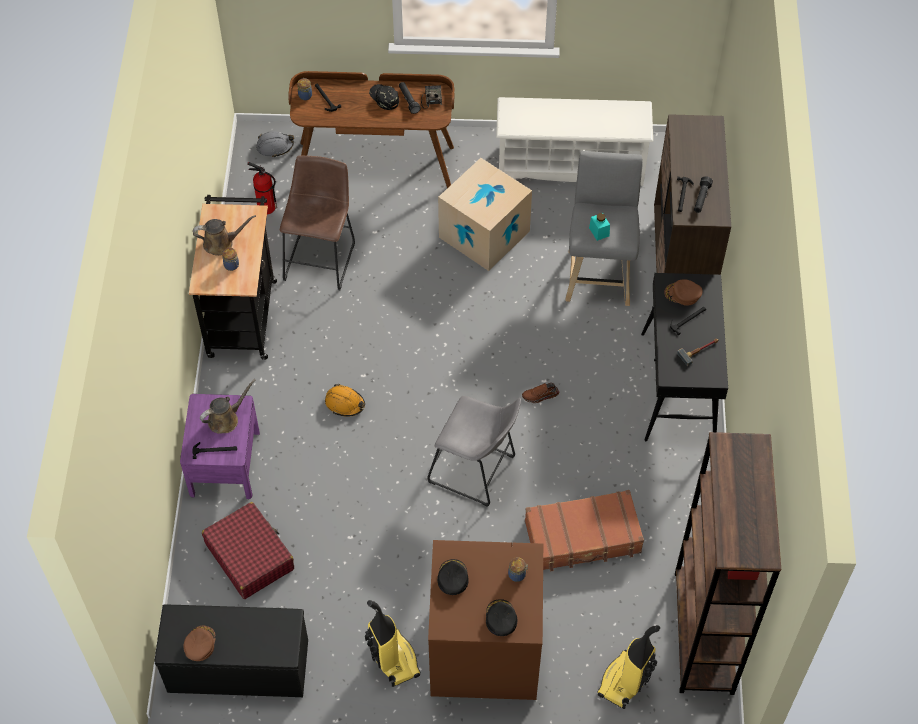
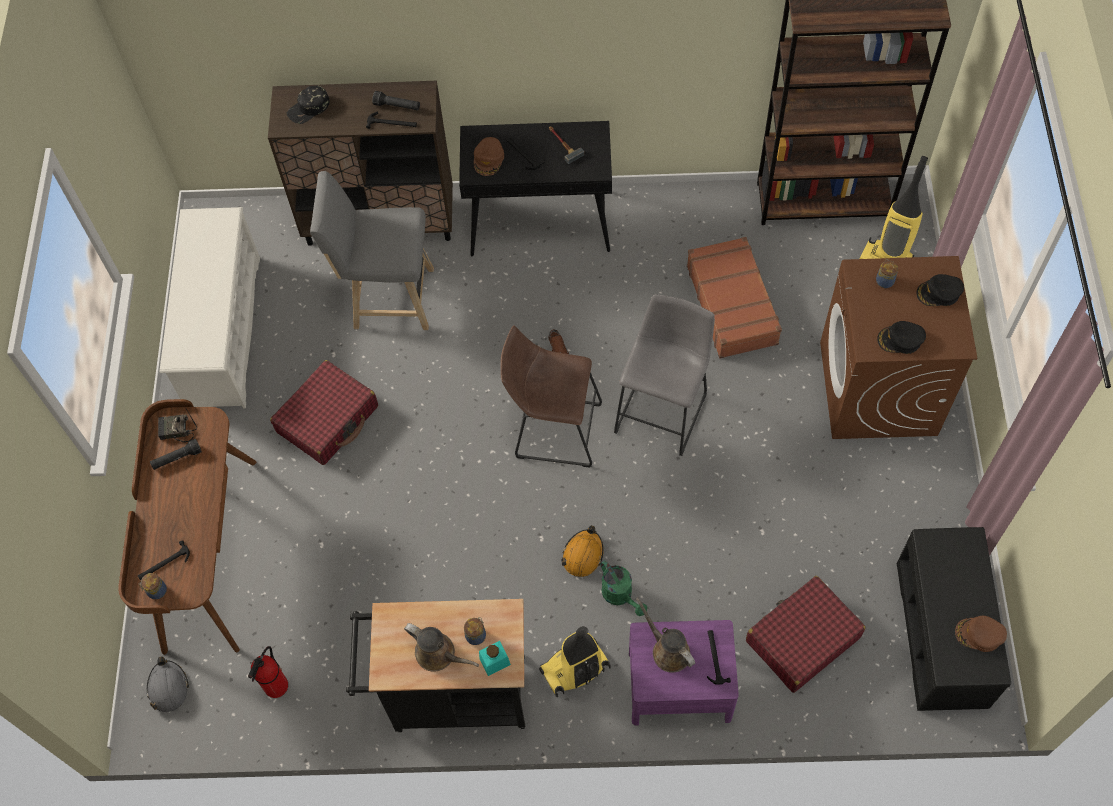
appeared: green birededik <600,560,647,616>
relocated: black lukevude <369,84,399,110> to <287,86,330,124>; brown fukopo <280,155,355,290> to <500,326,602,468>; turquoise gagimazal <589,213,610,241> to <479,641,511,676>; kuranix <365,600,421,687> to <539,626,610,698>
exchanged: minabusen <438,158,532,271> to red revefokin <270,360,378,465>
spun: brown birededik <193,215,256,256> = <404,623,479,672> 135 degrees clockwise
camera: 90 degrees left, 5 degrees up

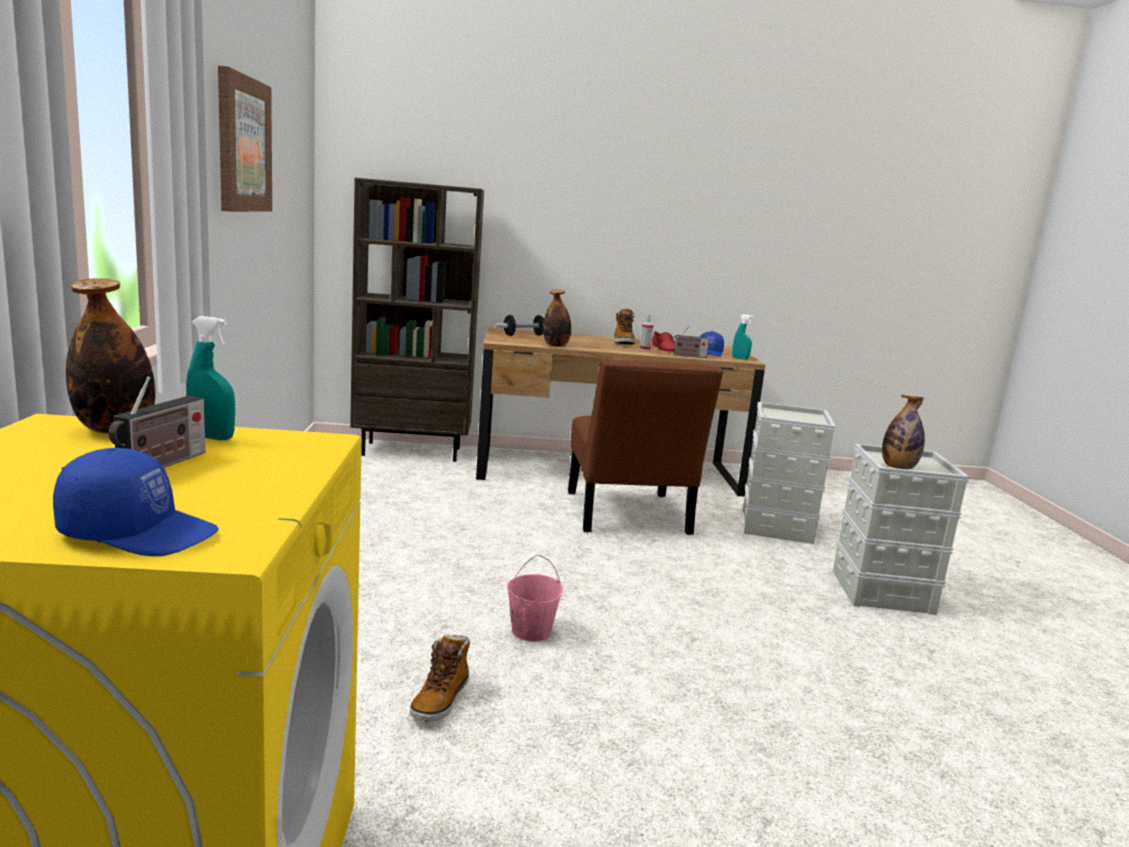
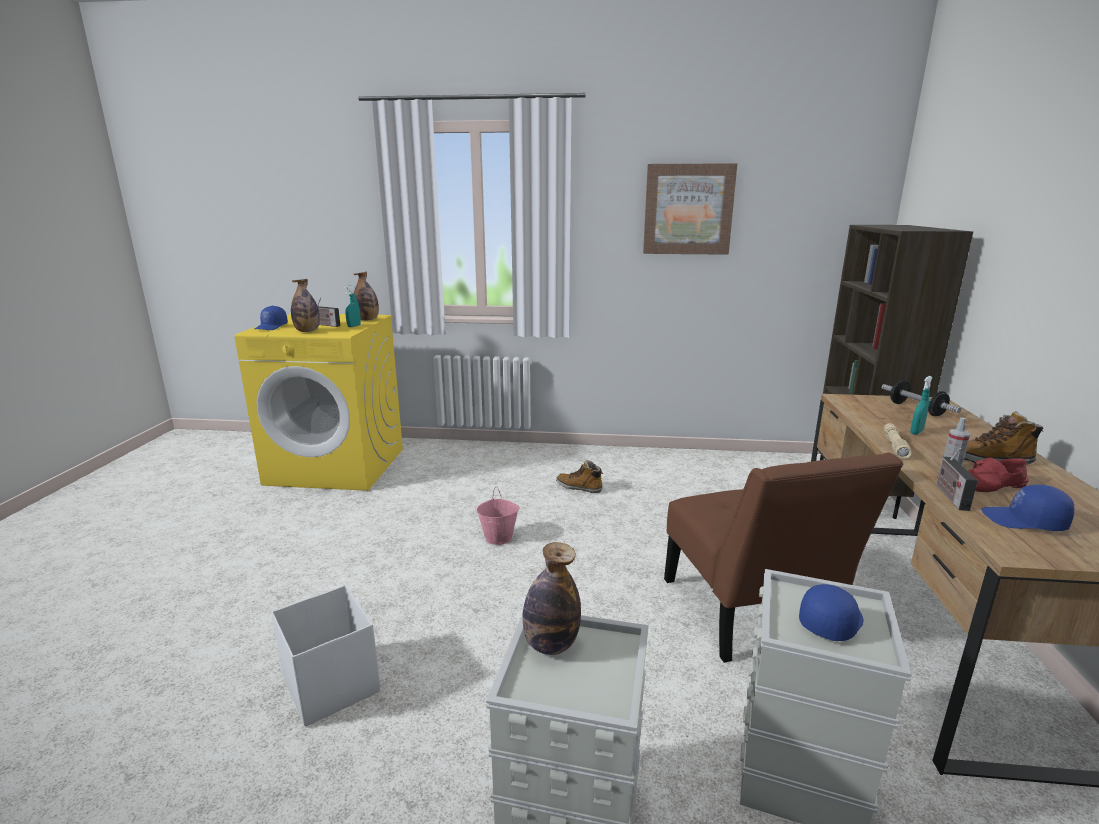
appeared: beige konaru <884,423,912,459>; blue lukevude <799,584,863,641>; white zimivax <271,585,381,727>
relocated: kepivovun <543,289,571,347> to <291,279,320,332>; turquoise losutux <732,314,754,360> to <910,376,932,435>; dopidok <410,635,470,722> to <556,460,603,493>
spun: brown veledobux <568,359,724,535> = <664,453,904,663> 105 degrees counterclockwise
camera: 100 degrees right, 5 degrees up

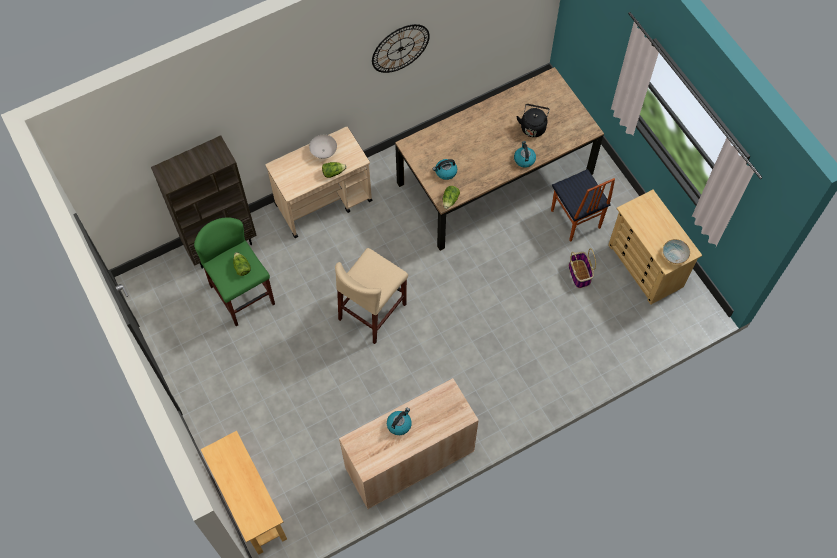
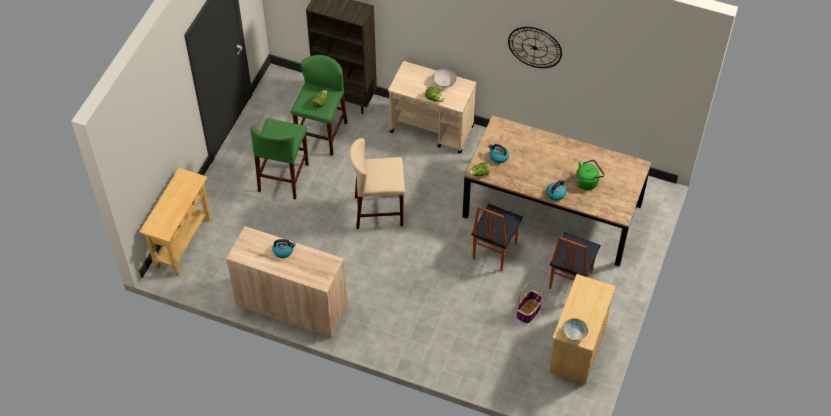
appeared: green fukopo <250,118,309,200>; veledobux <471,204,523,271>
colour: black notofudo <516,104,550,137> to green notofudo <575,160,605,190>
camera: 50 degrees right, 10 degrees down

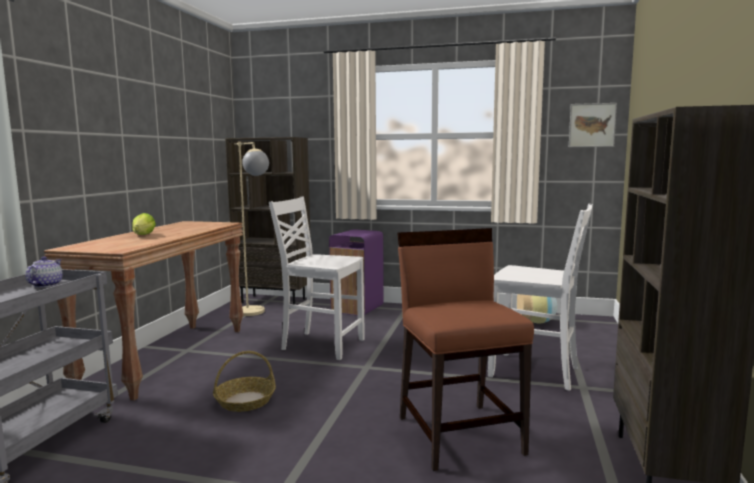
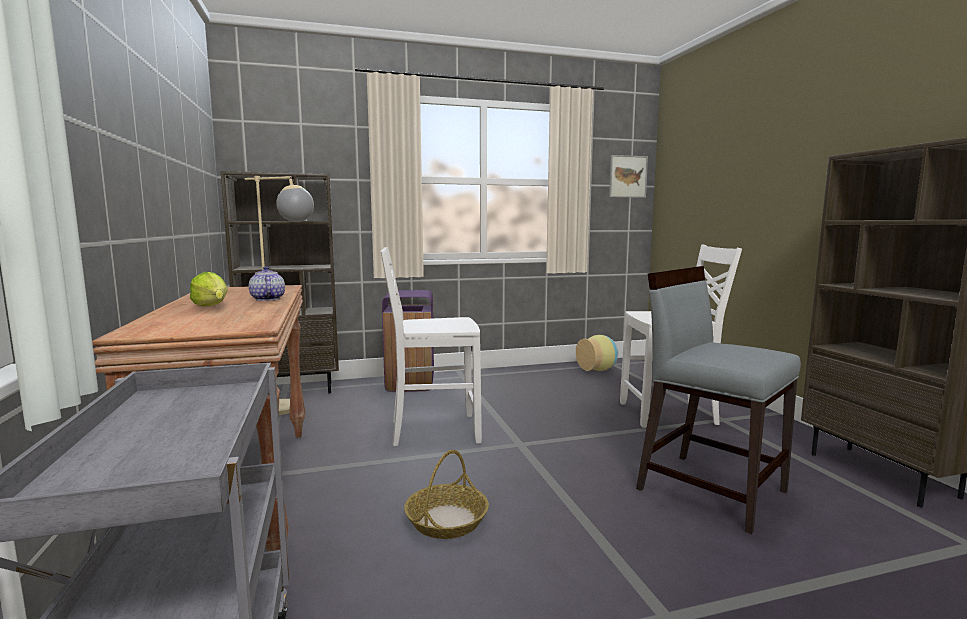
relocated: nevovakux <25,256,63,288> to <249,266,285,301>
colour: brown veledobux <397,228,534,471> to grey veledobux <636,266,801,534>
camera: 30 degrees left, 0 degrees up

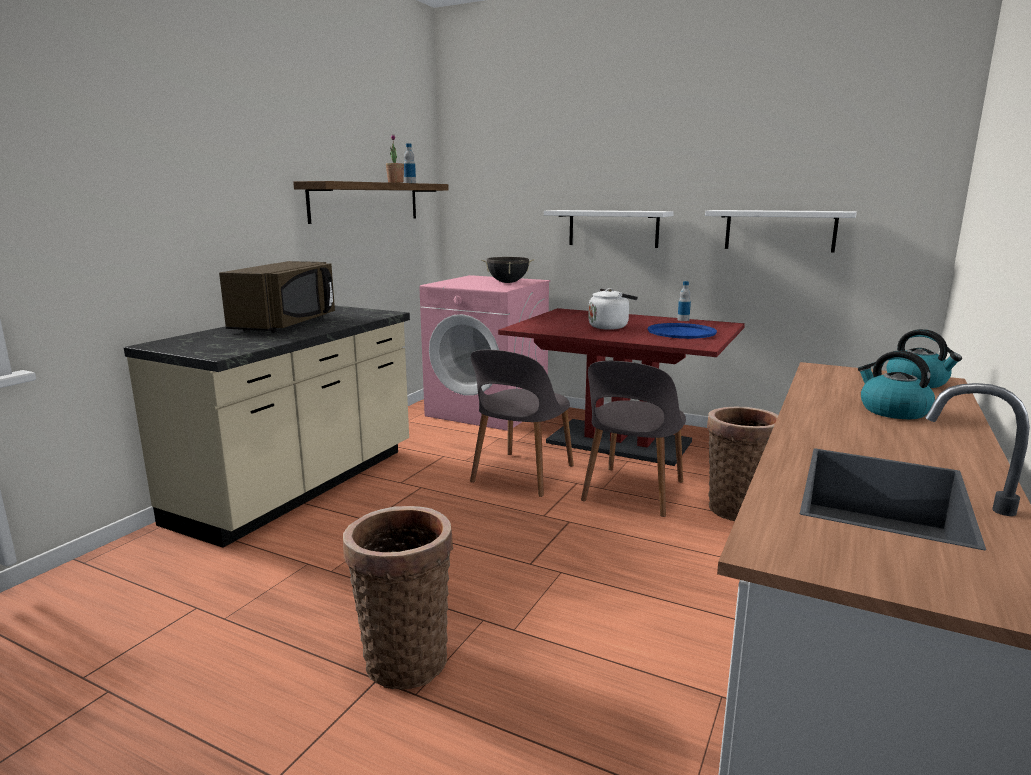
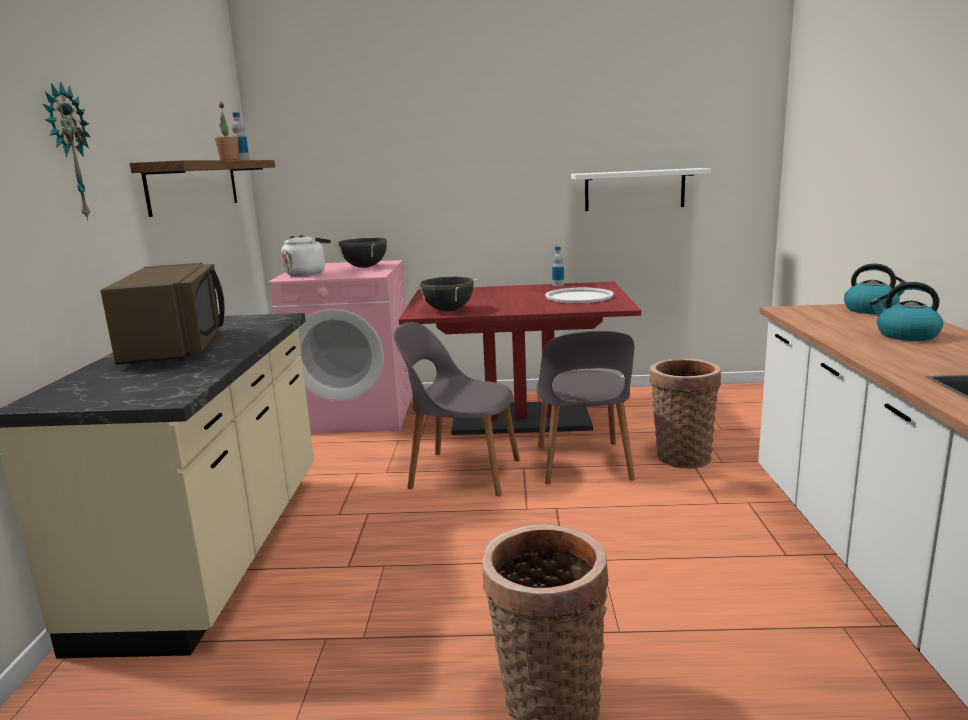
missing: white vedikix <544,210,674,248>
appeared: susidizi <43,82,91,220>; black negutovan <414,277,478,312>
relocated: white notofudo <588,288,638,330> to <282,234,331,276>
colour: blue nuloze <648,323,717,339> to white nuloze <545,288,614,303>
spun: grey veledobux <470,350,574,497> = <393,322,520,496> 105 degrees clockwise
camera: 25 degrees left, 0 degrees up

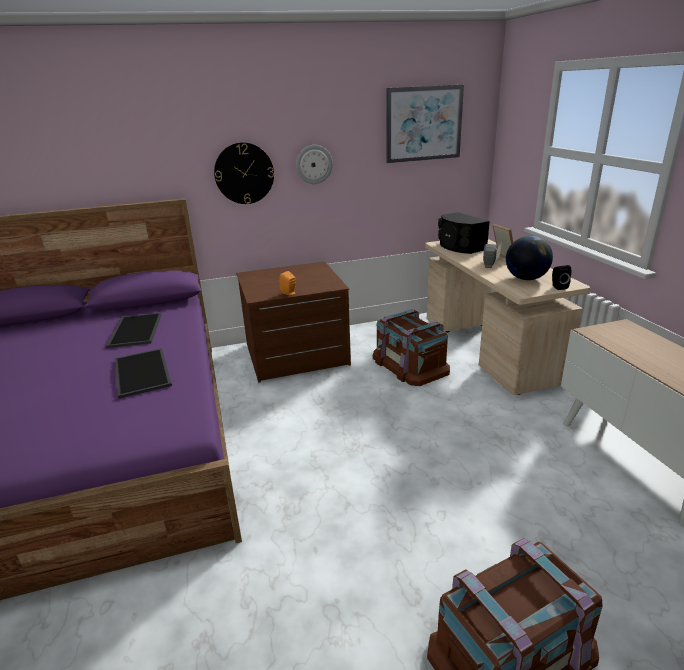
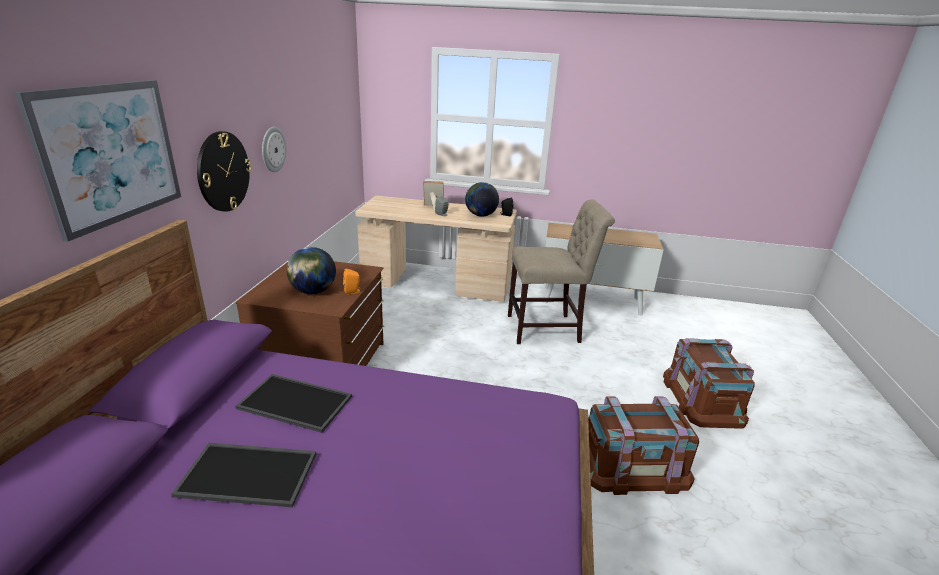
missing: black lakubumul <438,212,490,254>
appeared: beige veledobux <508,200,615,344>; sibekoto <286,247,336,294>
relocated: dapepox <387,85,464,163> to <14,80,181,242>; brown zimivax <373,309,450,386> to <588,396,699,495>; nuloze <115,348,172,399> to <171,443,316,507>
camera: 65 degrees left, 0 degrees up

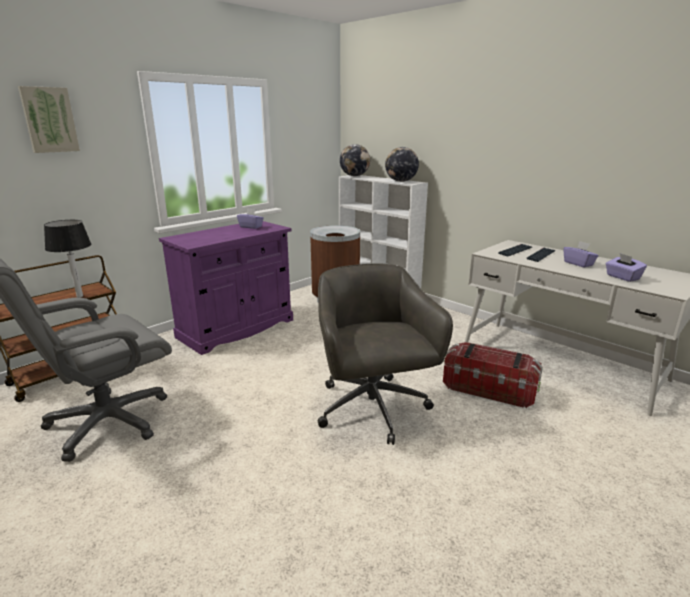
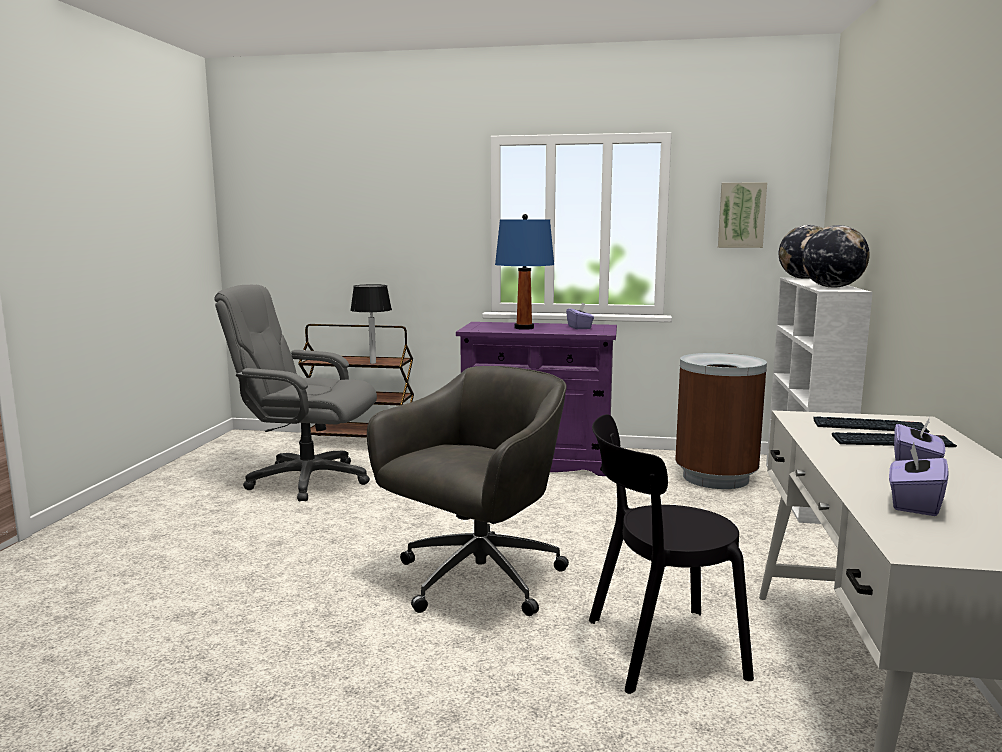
appeared: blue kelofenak <495,214,554,330>
relocated: dapepox <18,86,80,153> to <718,182,767,248>
exchanged: zimivax <443,342,543,408> to black veledobux <589,414,754,694>
camera: 55 degrees right, 10 degrees down

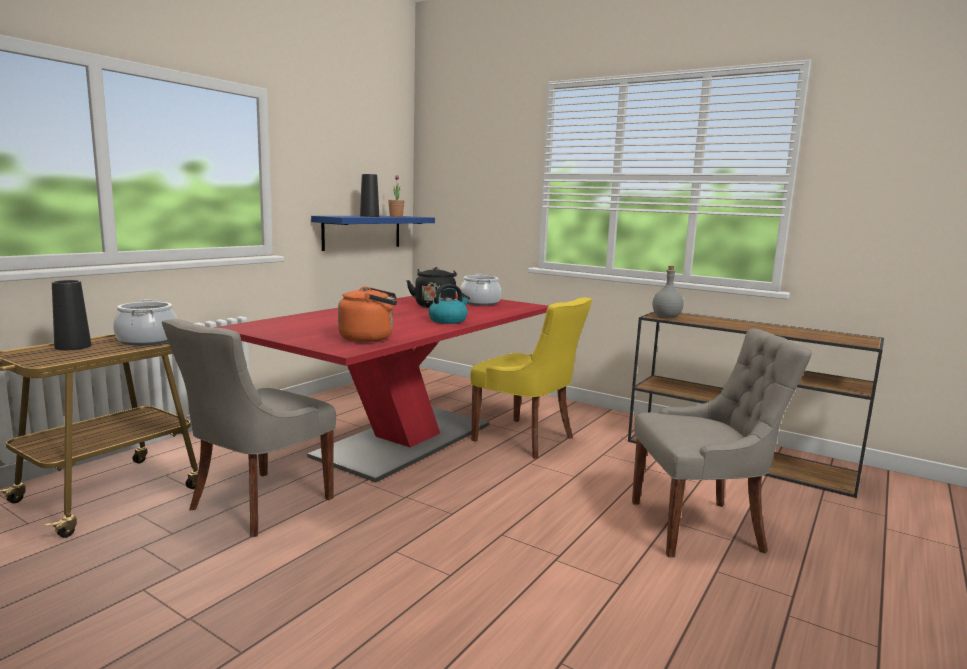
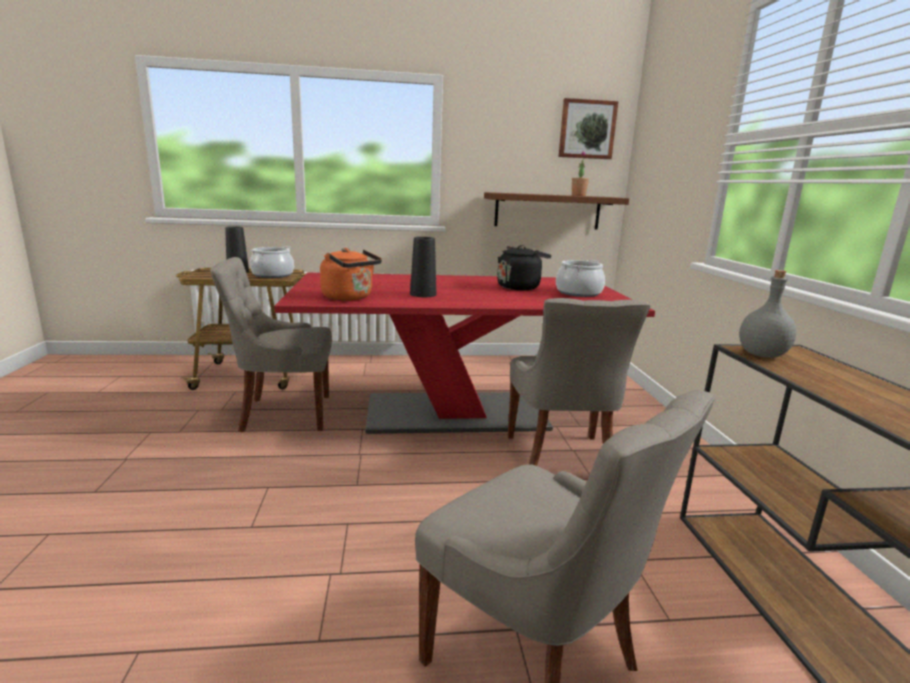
missing: notofudo <428,284,470,324>
appeared: dapepox <558,98,619,159>
relocated: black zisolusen <360,174,379,217> to <410,237,436,297>
colour: blue vedikix <311,216,435,251> to brown vedikix <484,192,629,230>; yellow veledobux <470,297,592,459> to grey veledobux <508,298,651,466>
camera: 50 degrees right, 5 degrees up

